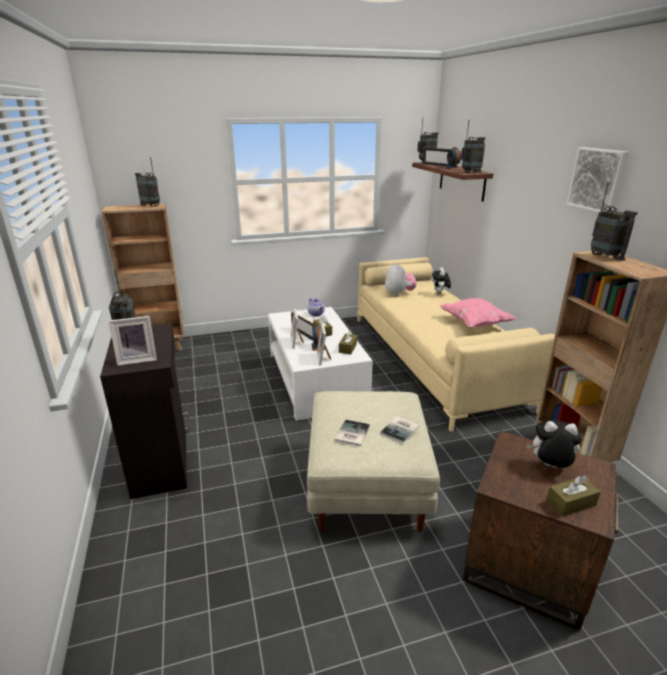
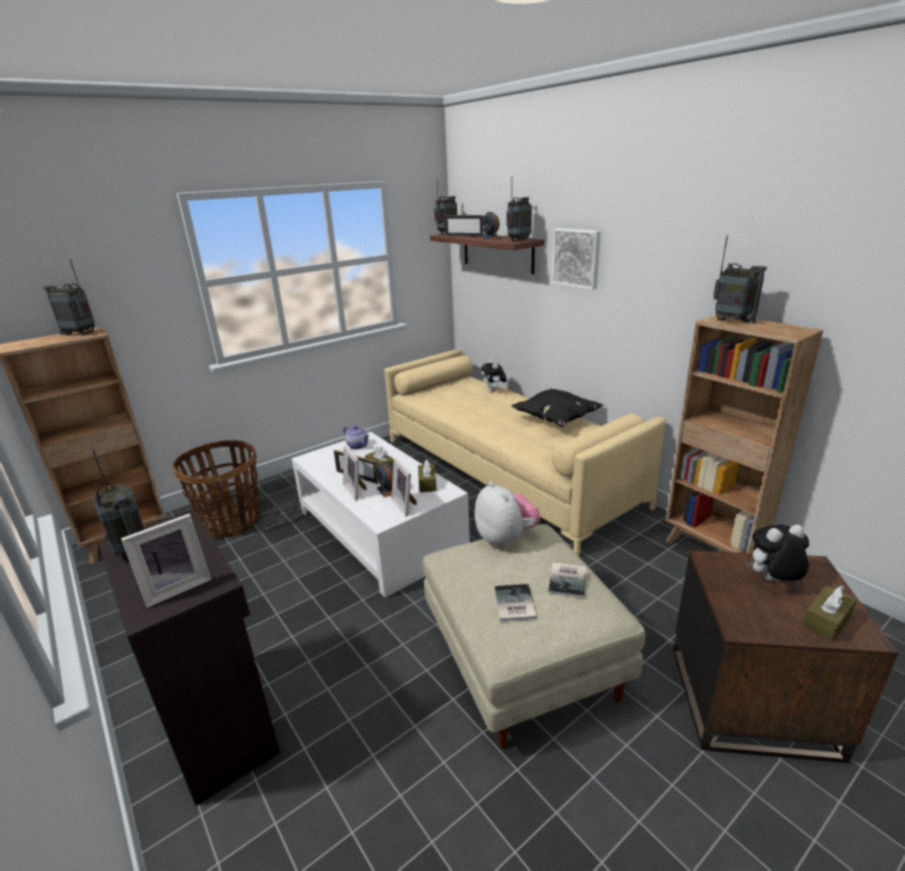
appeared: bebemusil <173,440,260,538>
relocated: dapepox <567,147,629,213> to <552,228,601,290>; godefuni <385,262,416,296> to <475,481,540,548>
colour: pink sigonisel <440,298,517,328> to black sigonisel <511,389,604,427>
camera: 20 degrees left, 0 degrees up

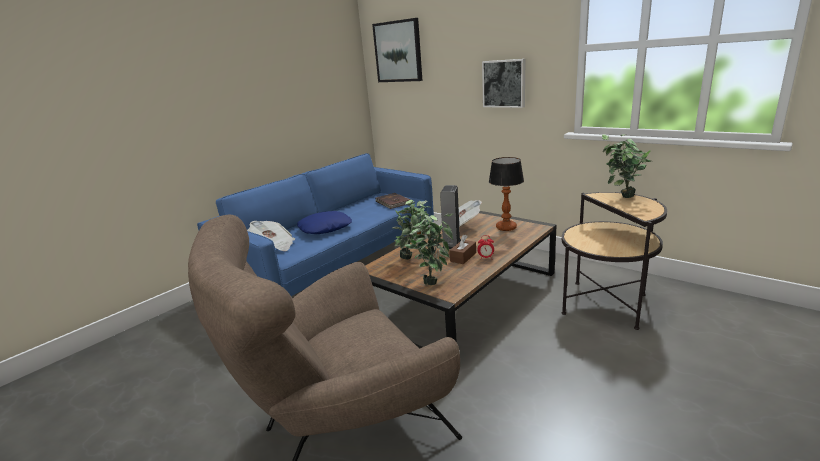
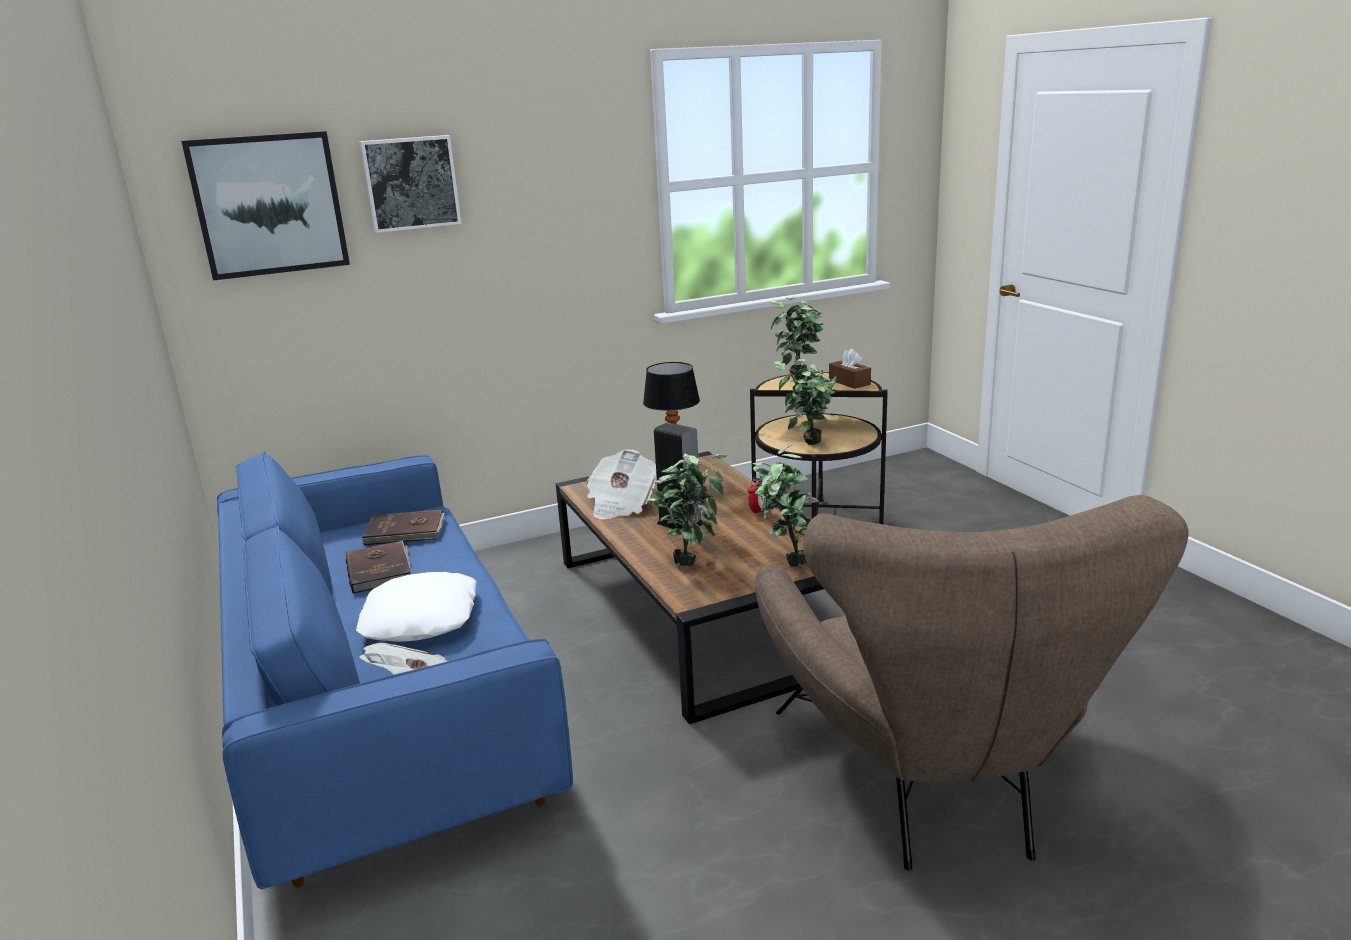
appeared: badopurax <774,359,841,445>; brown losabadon <346,541,412,594>
relocated: dapepox <482,59,526,108> to <359,135,461,233>; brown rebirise <449,235,476,264> to <829,349,871,389>
colour: blue sigonisel <297,211,352,234> to white sigonisel <356,572,476,642>
camera: 65 degrees left, 0 degrees up

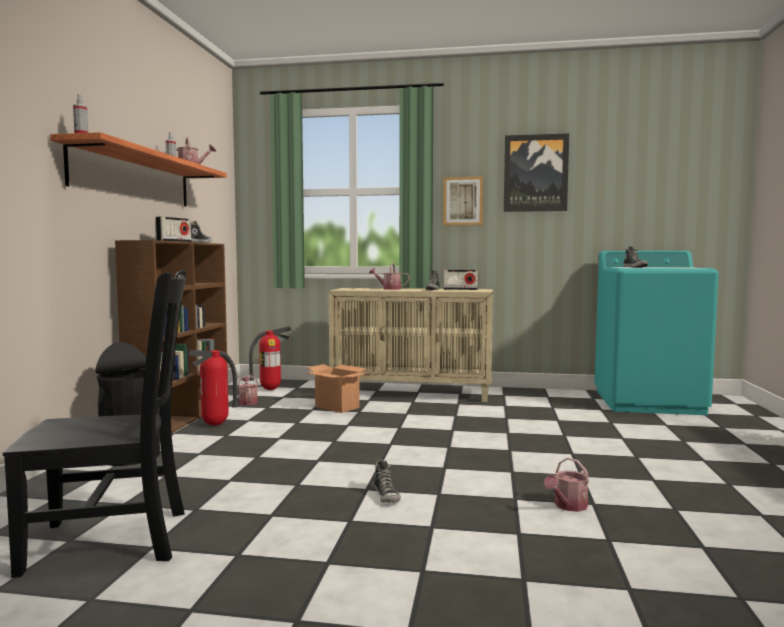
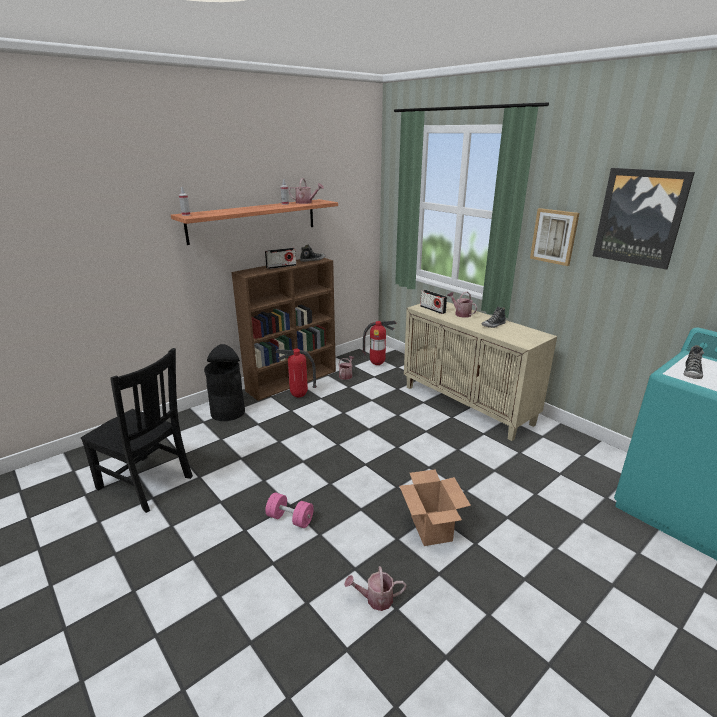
relocated: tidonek <443,270,478,290> to <420,290,447,314>; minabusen <307,364,369,413> to <399,469,471,546>
exchanged: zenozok <374,459,401,503> to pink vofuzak <265,492,314,528>
camera: 40 degrees right, 20 degrees up

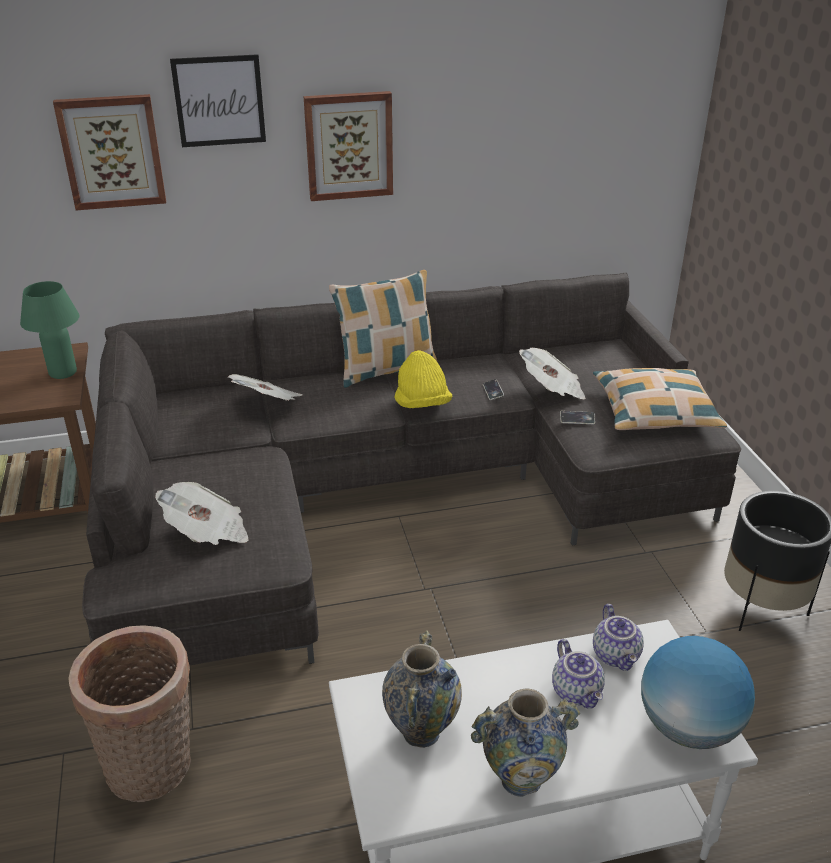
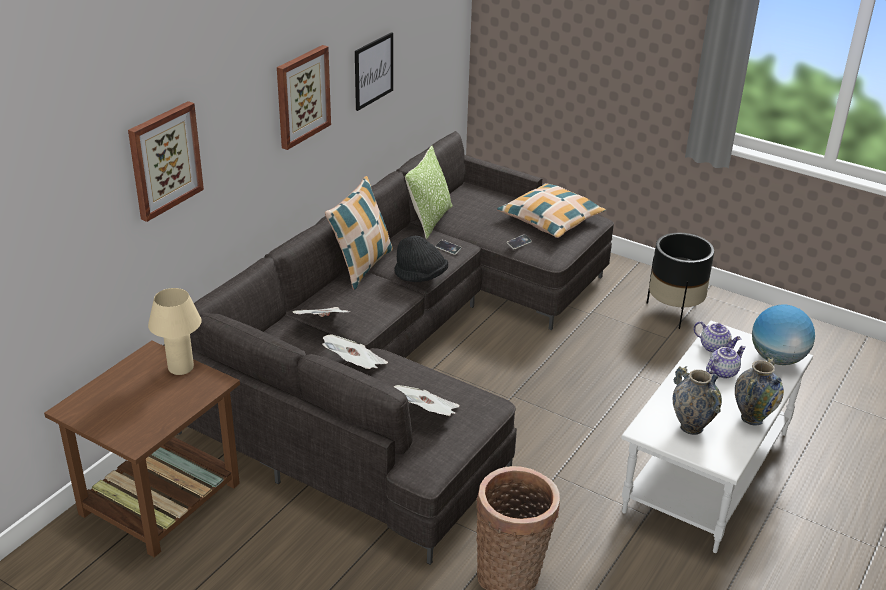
appeared: sigonisel <405,146,453,239>
relocated: dapepox <170,54,266,147> to <355,32,393,111>; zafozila <519,348,586,399> to <322,334,388,369>
colour: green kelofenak <20,281,79,379> to beige kelofenak <148,288,202,375>; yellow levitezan <394,350,452,408> to black levitezan <394,236,448,282>
spun: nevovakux <552,639,605,709> = <706,346,746,379> 60 degrees counterclockwise
camera: 45 degrees left, 0 degrees up

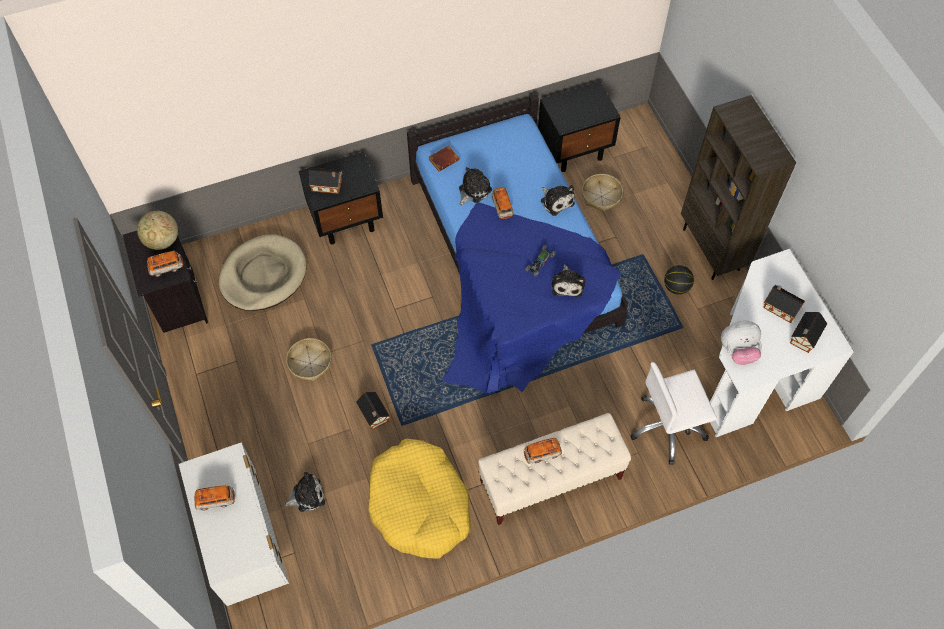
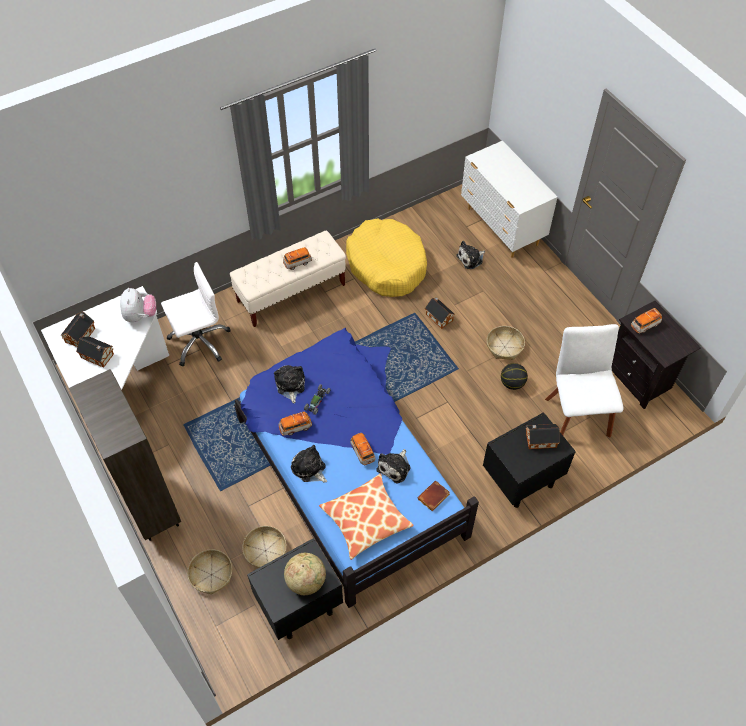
appeared: sigonisel <319,474,414,560>; bebemusil <187,549,232,595>
relocated: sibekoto <137,211,178,250> to <284,553,326,595>; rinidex <664,265,694,294> to <501,363,528,390>; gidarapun <195,484,235,510> to <279,412,312,436>
exchanged: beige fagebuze <219,234,306,311> to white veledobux <545,324,623,438>
spun: godefuni <721,321,762,365> = <120,288,156,322> 105 degrees clockwise
camera: 170 degrees right, 5 degrees down

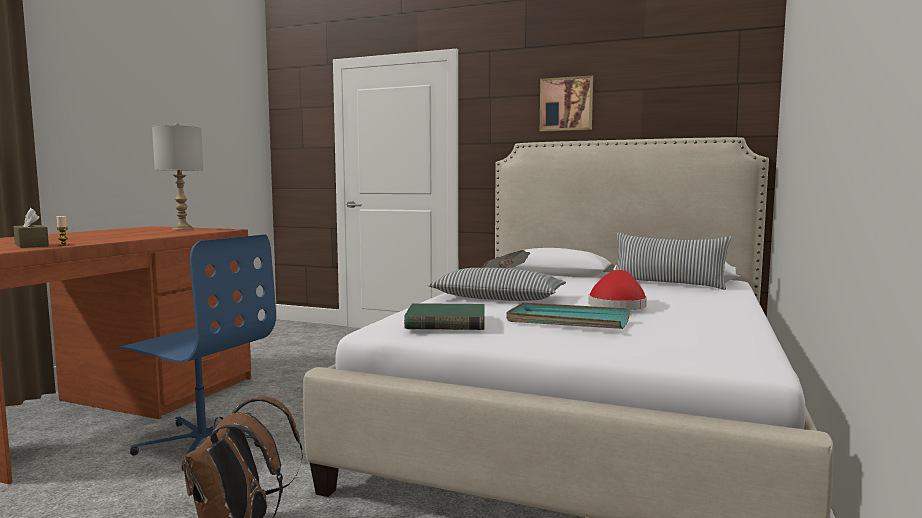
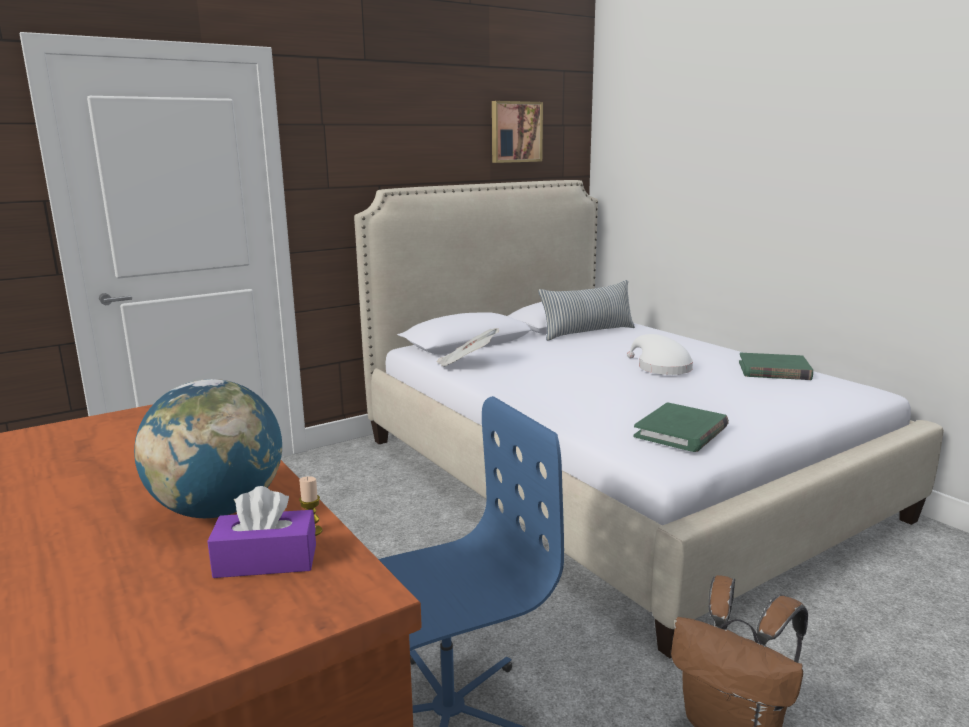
missing: grey kelofenak <152,123,203,230>; sigonisel <428,268,566,301>; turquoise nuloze <506,303,631,329>
appeared: green losabadon <739,353,813,380>; sibekoto <134,379,282,518>
relocated: dapepox <540,75,593,132> to <492,101,543,163>
colour: brown rebirise <13,208,49,248> to purple rebirise <207,486,316,578>; red levitezan <588,270,647,310> to white levitezan <627,334,693,375>
camera: 55 degrees left, 10 degrees up

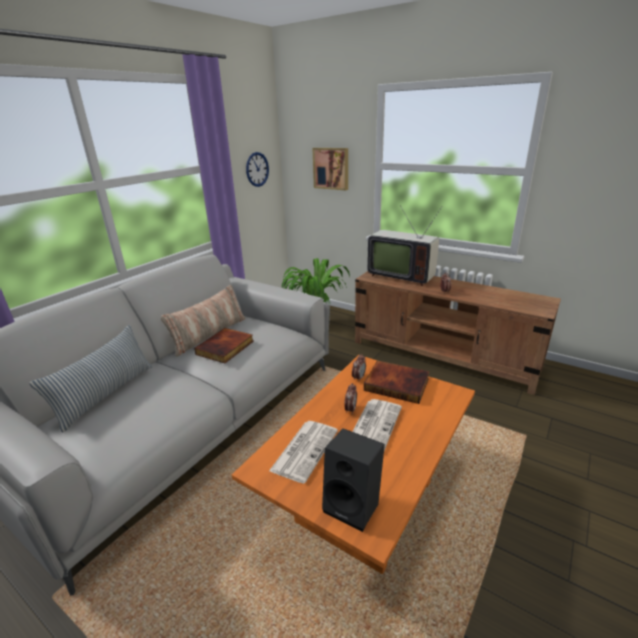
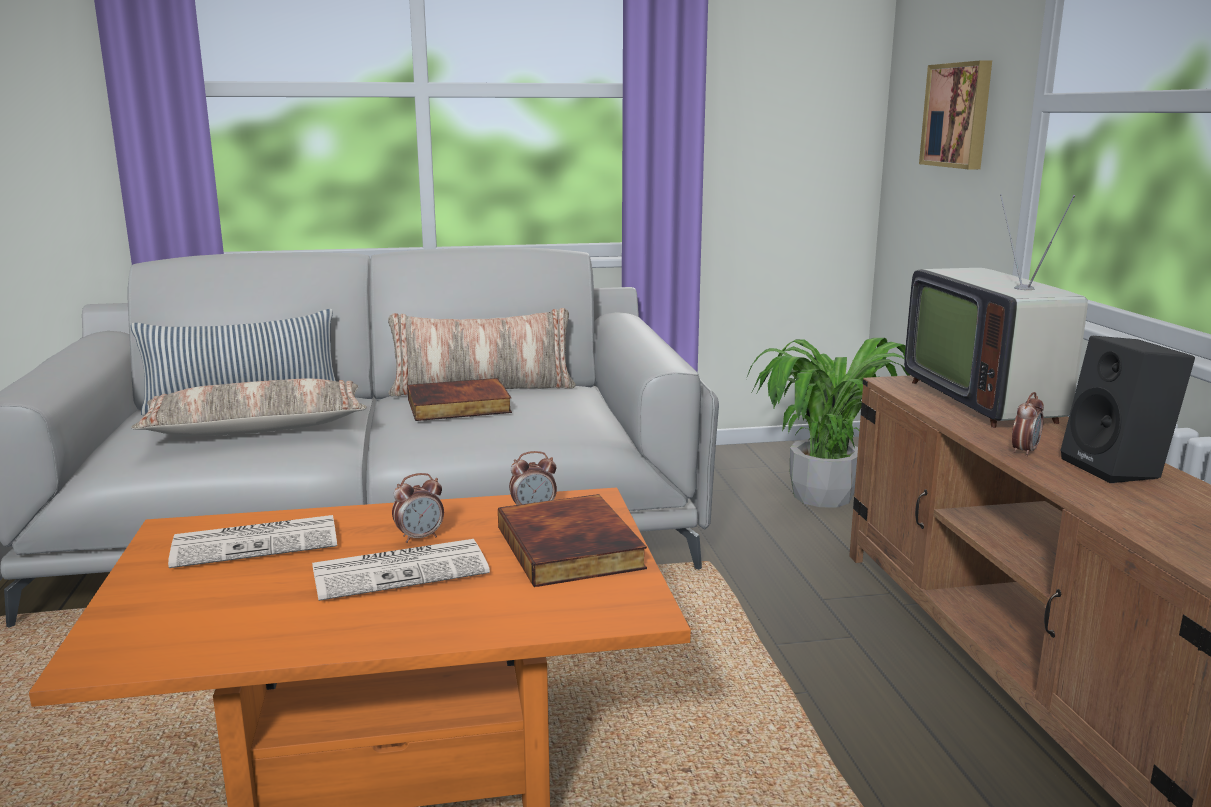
missing: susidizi <246,152,269,187>
appeared: sigonisel <131,378,367,436>
relocated: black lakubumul <322,428,385,532> to <1060,336,1195,483>
camera: 45 degrees right, 10 degrees down

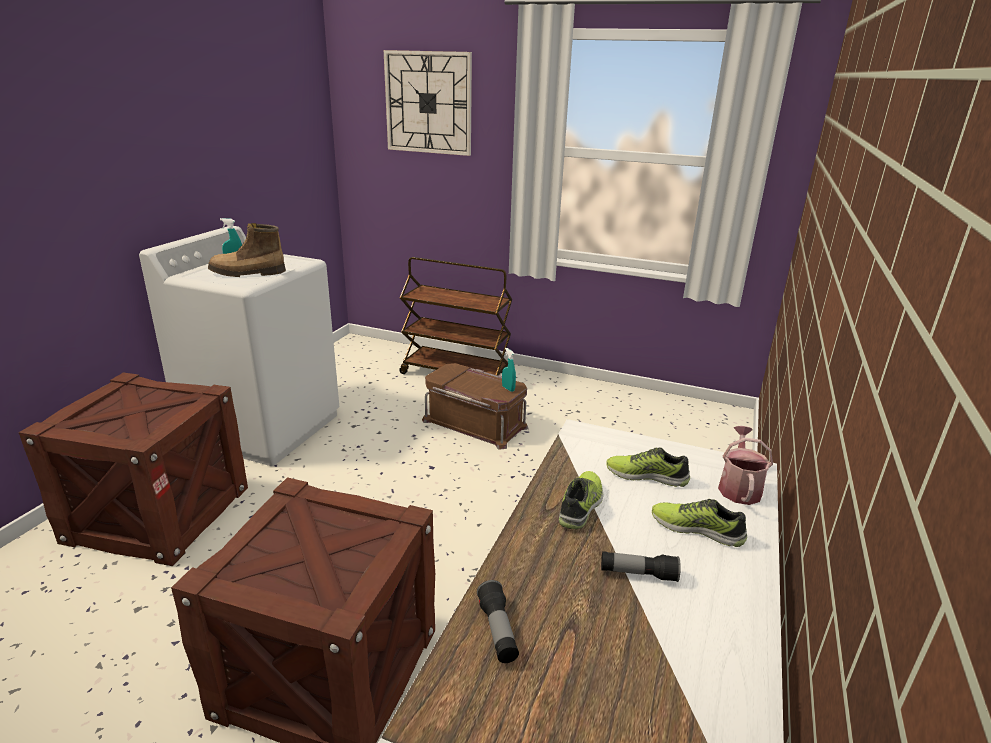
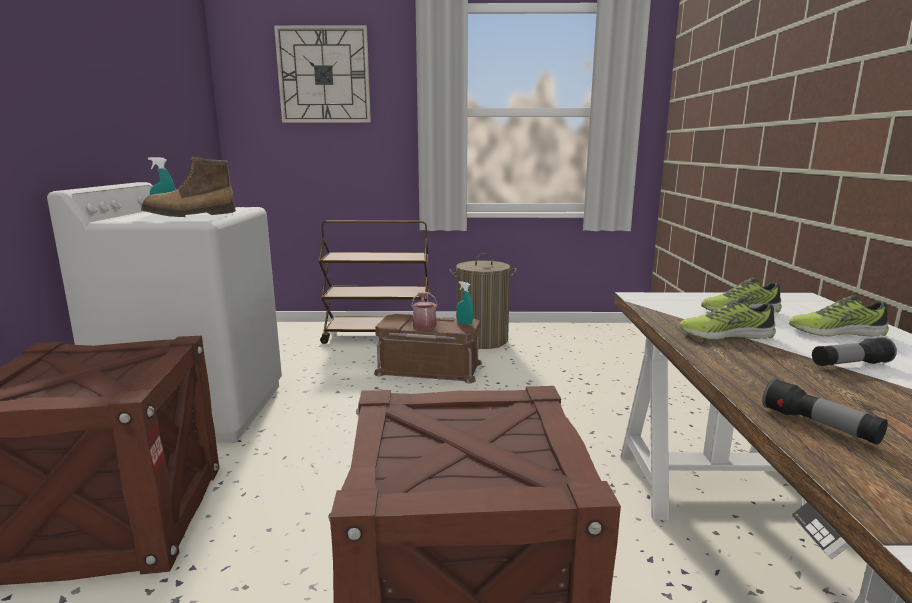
appeared: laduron <449,253,517,349>
relocated: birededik <718,426,773,505> to <411,292,438,329>
spun: zenozok <559,471,603,529> = <679,297,776,340> 90 degrees counterclockwise
camera: 20 degrees left, 10 degrees down

